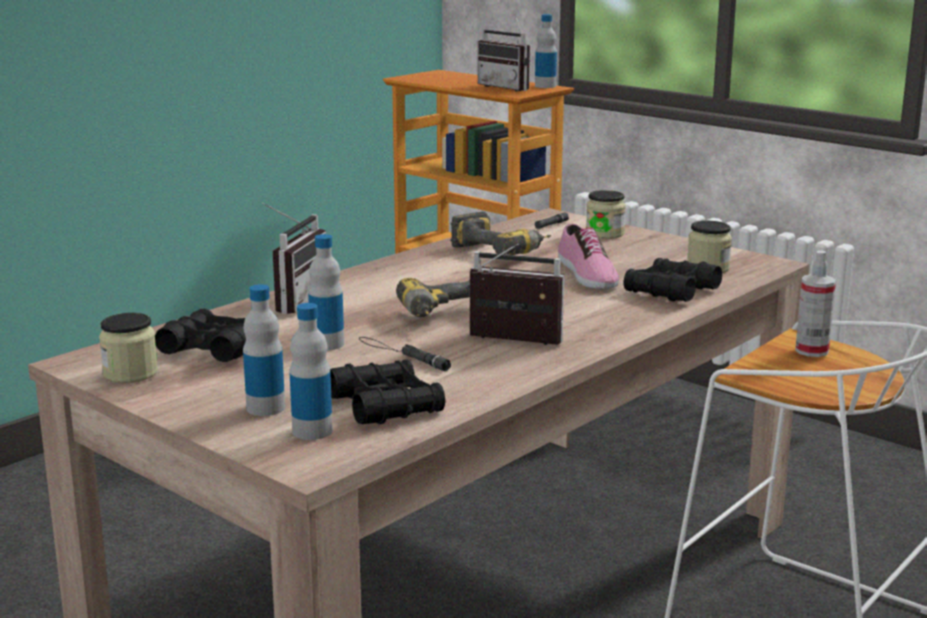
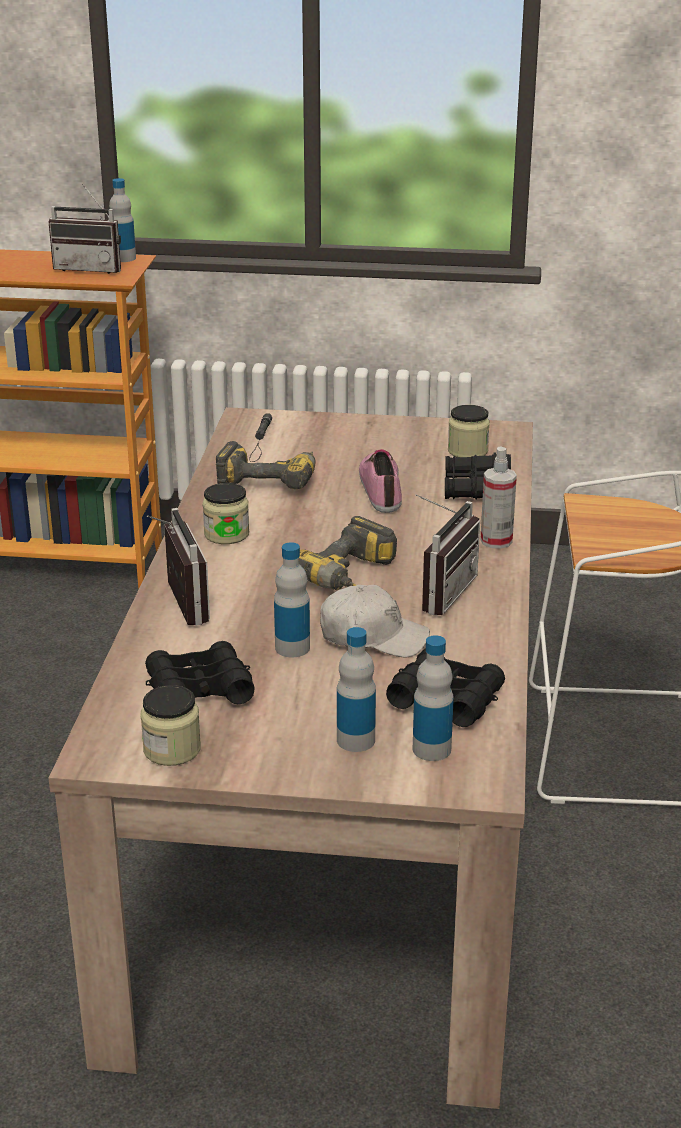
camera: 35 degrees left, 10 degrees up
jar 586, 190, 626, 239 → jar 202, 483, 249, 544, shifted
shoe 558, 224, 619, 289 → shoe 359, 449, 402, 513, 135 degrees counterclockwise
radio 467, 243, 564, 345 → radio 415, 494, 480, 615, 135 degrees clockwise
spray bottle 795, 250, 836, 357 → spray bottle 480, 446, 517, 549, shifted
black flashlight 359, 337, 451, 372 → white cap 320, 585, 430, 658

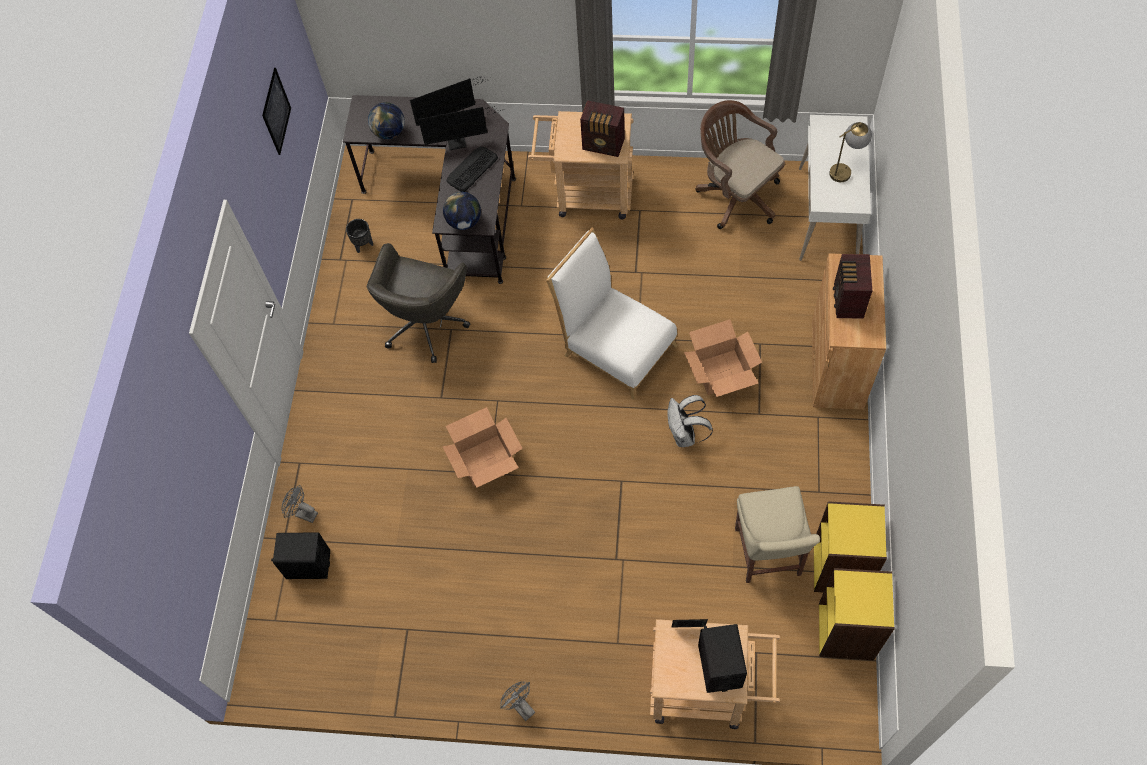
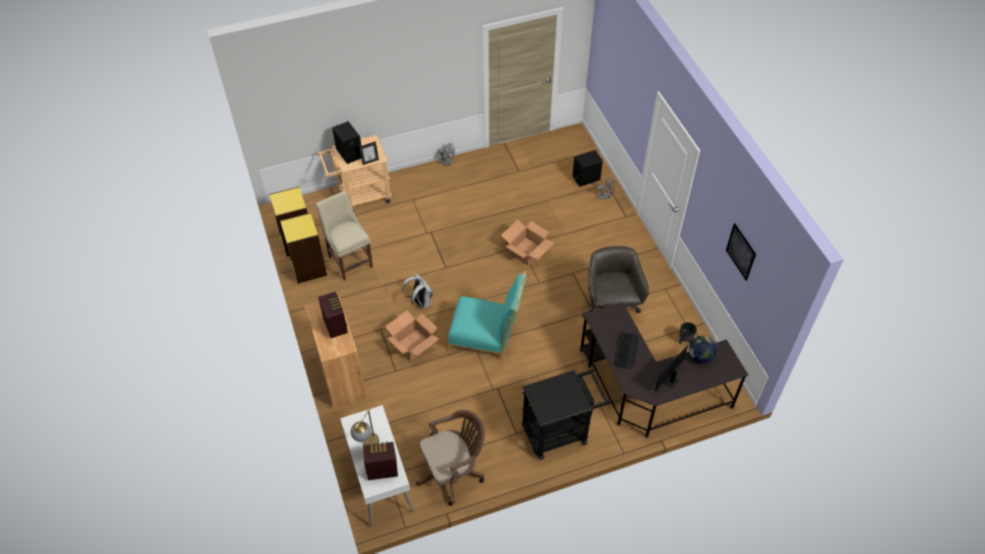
camera: 150 degrees right, 10 degrees down
radio 580, 100, 625, 157 → radio 363, 442, 398, 480, shifted
brown office chair 695, 100, 785, 229 → brown office chair 416, 410, 485, 506, 45 degrees counterclockwise
monitor 418, 106, 504, 150 → -
beige cart 528, 111, 633, 220 → black cart 522, 369, 610, 460
globe 443, 192, 481, 230 → -
white chair 546, 228, 678, 400 → turquoise chair 448, 272, 526, 361

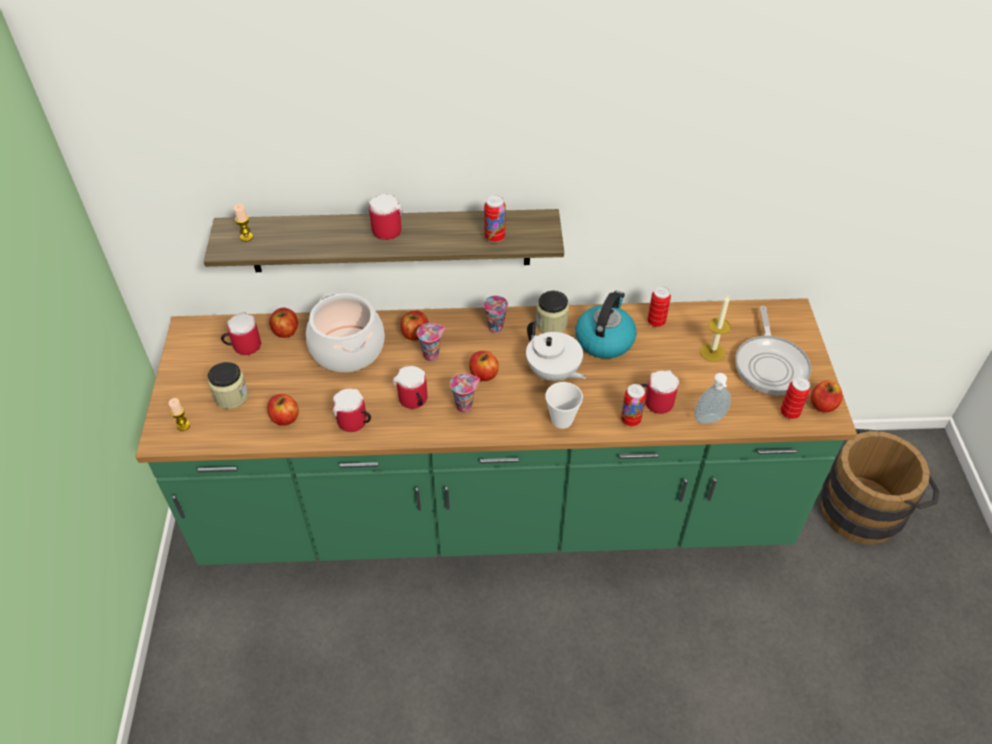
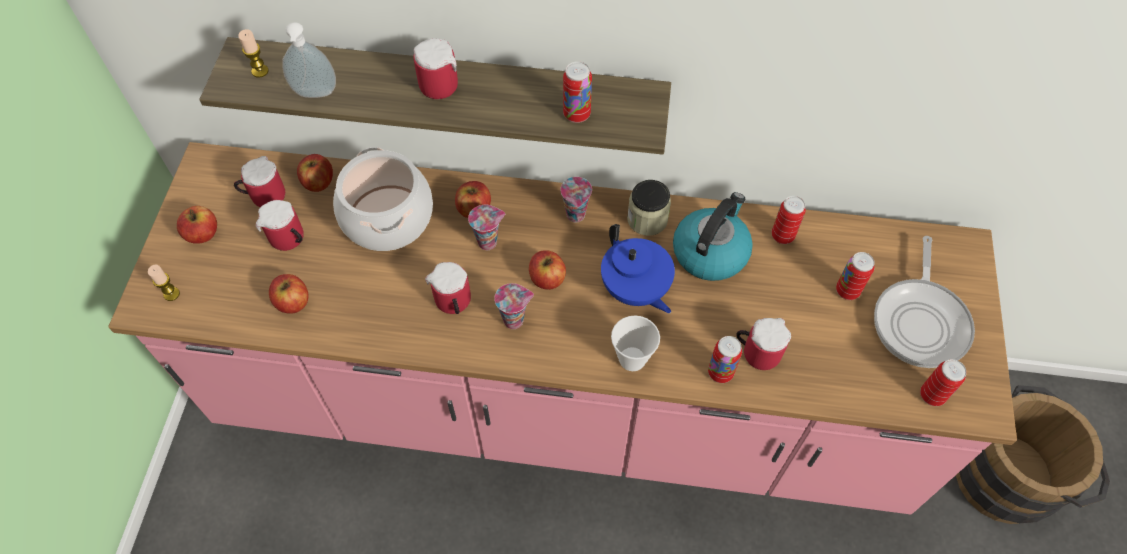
camera: 10 degrees right, 10 degrees up
candle 700, 295, 731, 362 → can 836, 252, 875, 300
green counter 135, 298, 857, 565 → pink counter 108, 142, 1017, 515
white teapot 526, 321, 586, 381 → blue teapot 601, 224, 675, 313
jar 208, 362, 249, 409 → -
soap dispenser 694, 373, 731, 424 → soap dispenser 282, 22, 336, 98, shifted
apple 811, 381, 843, 412 → apple 177, 206, 217, 244, shifted
mug 333, 389, 371, 432 → mug 255, 200, 304, 251, shifted

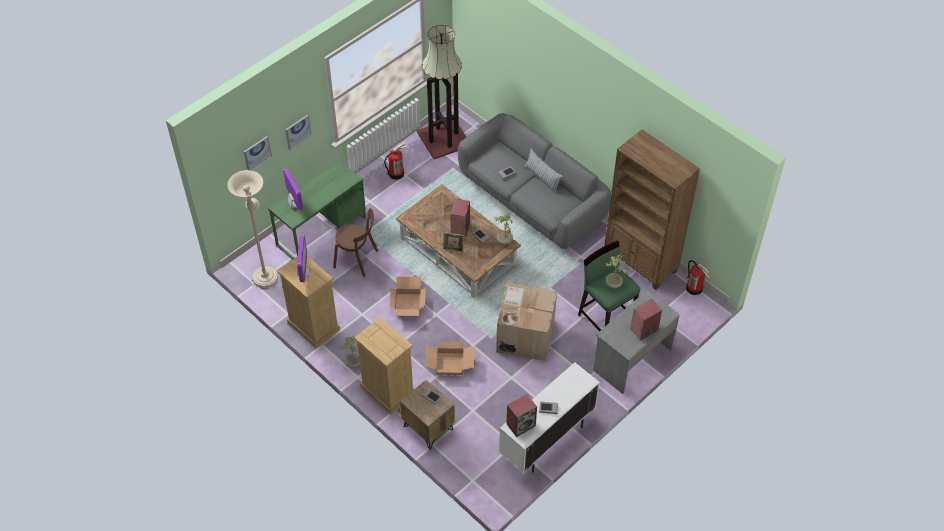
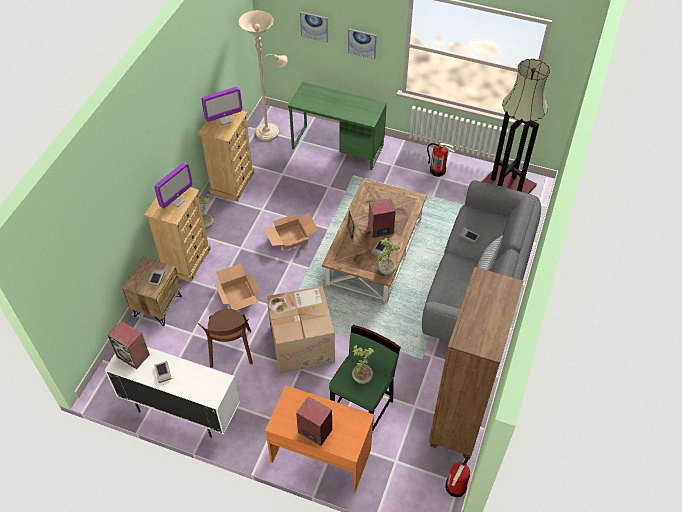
camera: 65 degrees right, 0 degrees up
monitor 283, 169, 303, 211 → monitor 154, 162, 193, 209, shifted
brown chair 333, 208, 378, 277 → brown chair 198, 309, 253, 368, shifted
grey desk 593, 290, 680, 394 → orange desk 265, 385, 374, 492

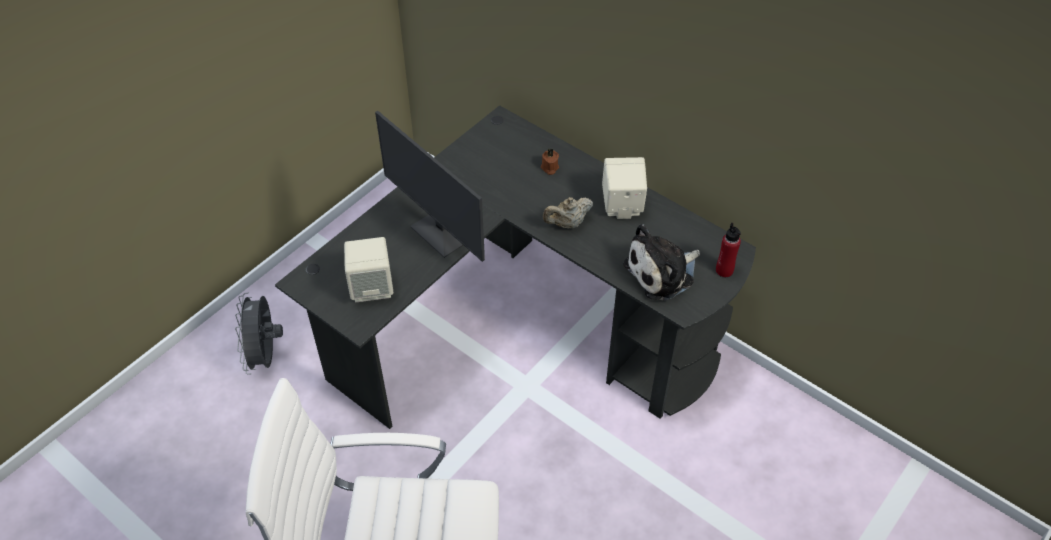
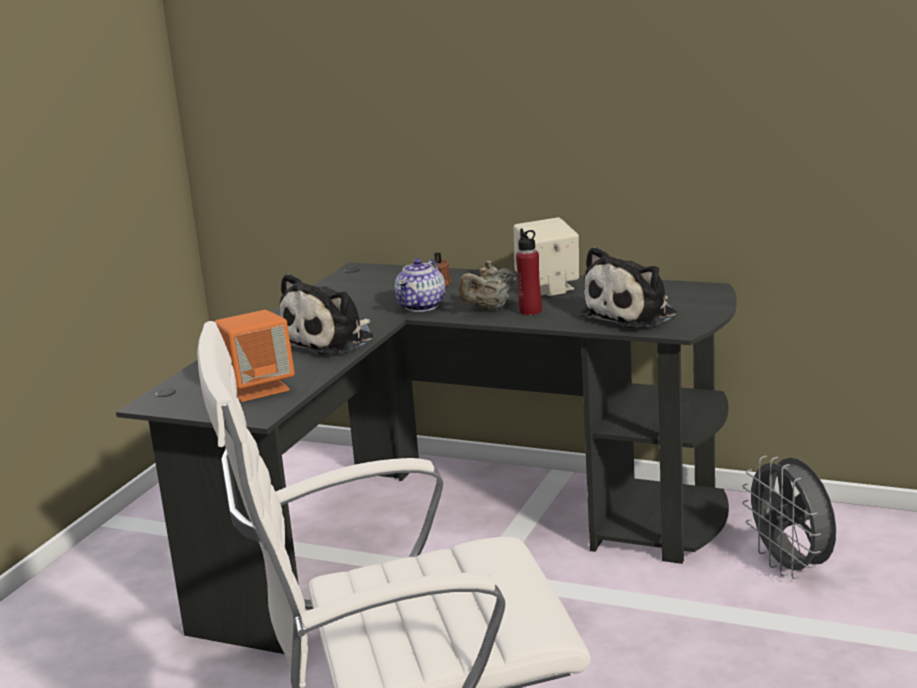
camera: 15 degrees left, 30 degrees down
monitor 375, 111, 485, 262 → plush toy 280, 273, 374, 355
red bottle 716, 223, 741, 277 → red bottle 516, 229, 542, 315, shifted
beige speaker 344, 237, 393, 302 → orange speaker 214, 310, 295, 402
grey fan 235, 292, 283, 375 → grey fan 742, 456, 836, 579, shifted
- → teapot 395, 258, 445, 312

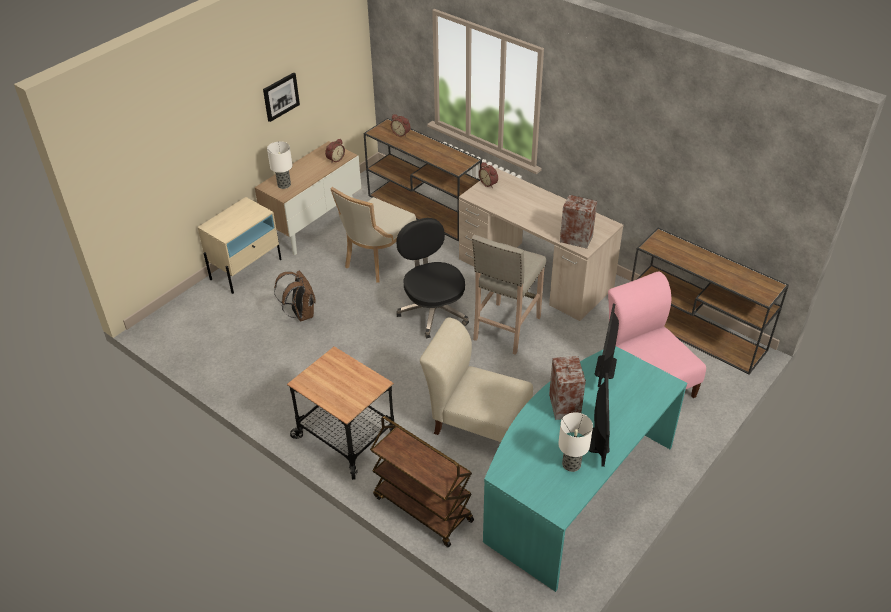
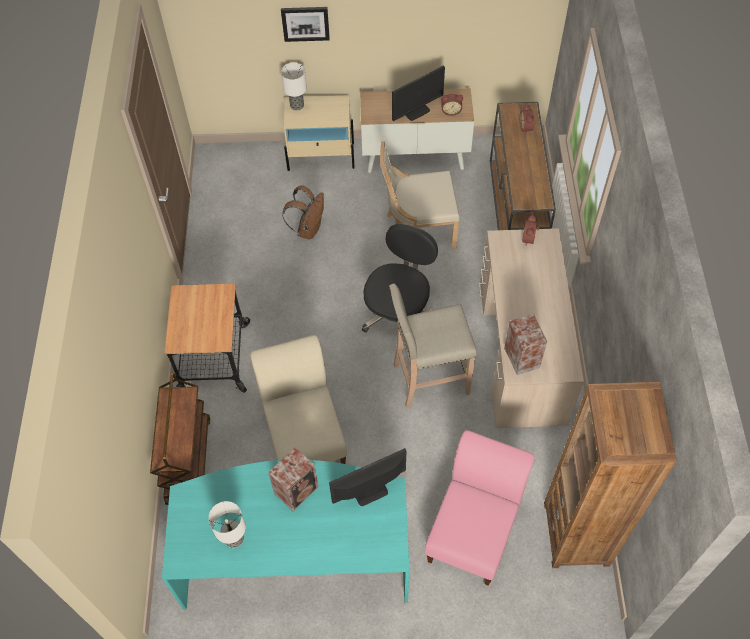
camera: 50 degrees right, 15 degrees up
picture 263, 72, 300, 122 → picture 281, 7, 330, 42, shifted
table lamp 267, 141, 293, 189 → table lamp 281, 63, 307, 111, shifted
brown console table 631, 228, 789, 375 → brown bookcase 544, 382, 677, 568
monitor 589, 373, 610, 467 → monitor 392, 66, 445, 121, shifted

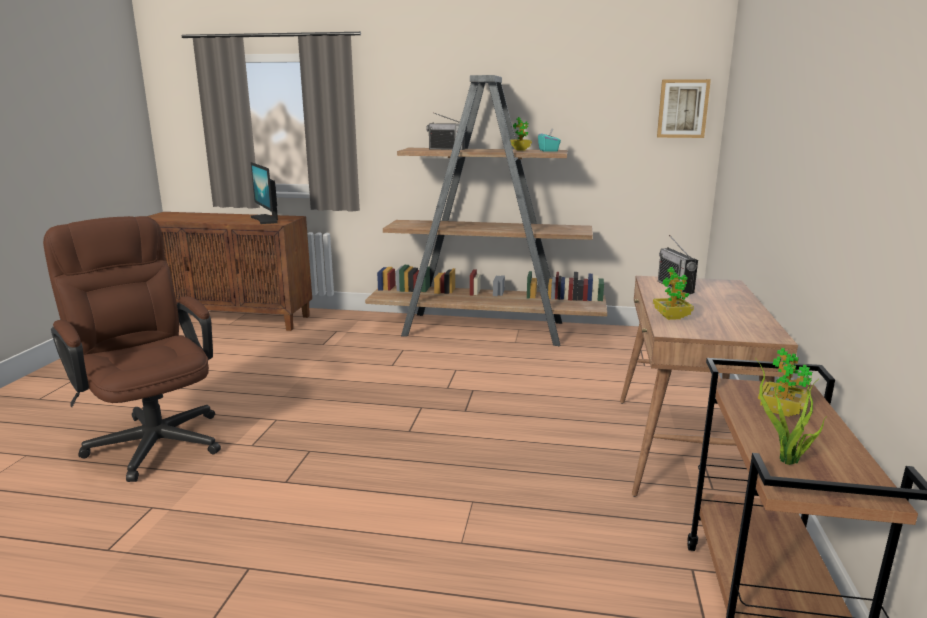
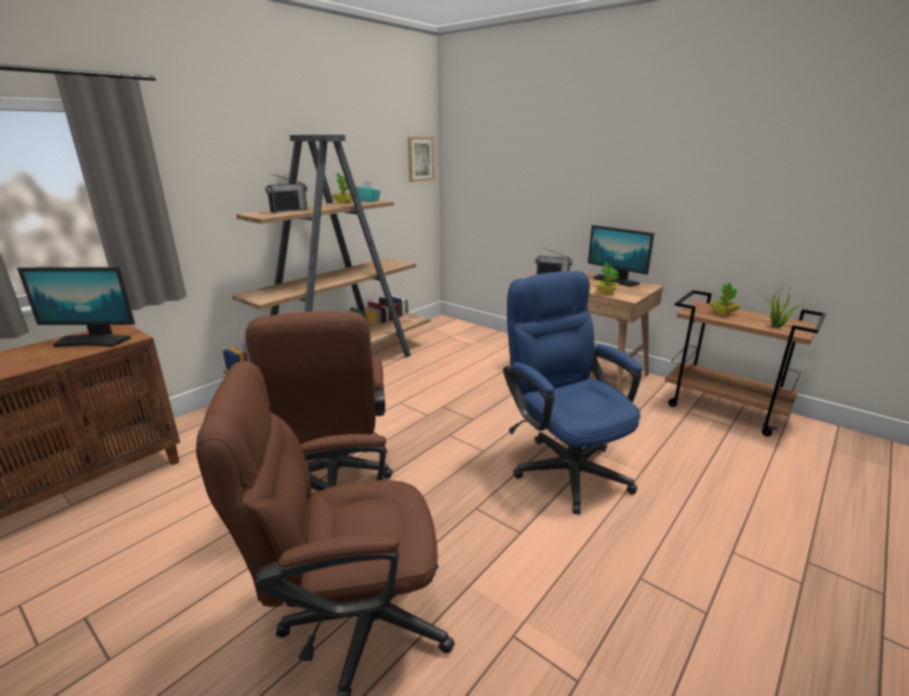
camera: 60 degrees left, 5 degrees up
- → monitor 588, 225, 654, 287
- → blue office chair 503, 271, 642, 515
- → brown office chair 245, 311, 393, 486

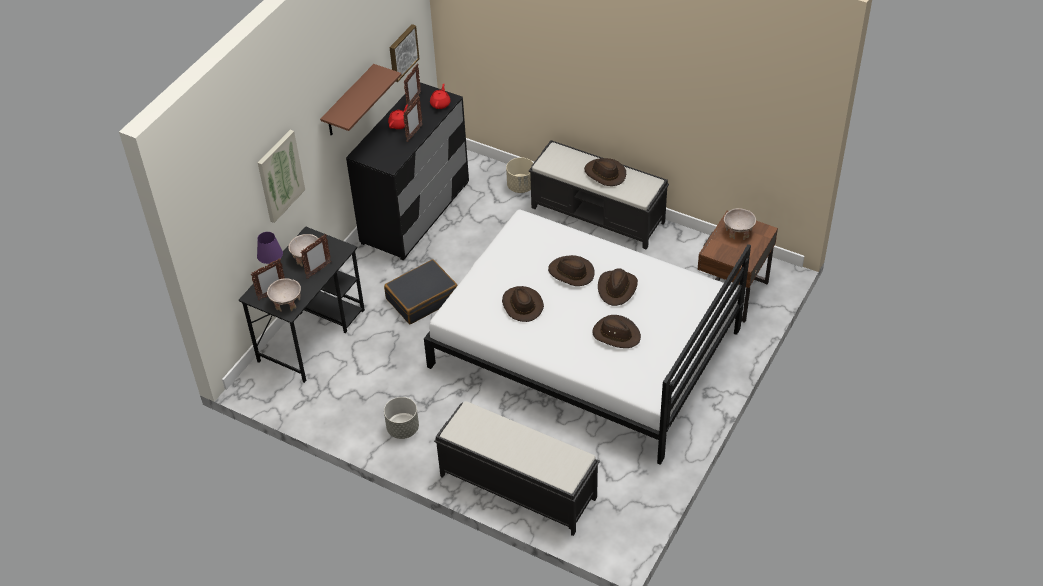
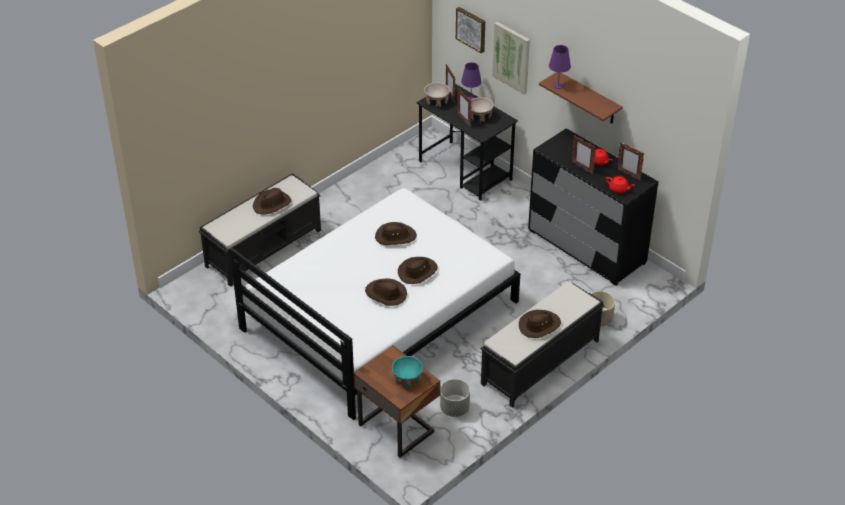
camera: 105 degrees right, 5 degrees down
picture 389, 24, 419, 82 → picture 456, 7, 485, 53, shifted
beige bowl 724, 208, 756, 240 → turquoise bowl 392, 356, 423, 388
black suitcase 384, 259, 458, 324 → -
brown hat 592, 315, 641, 348 → brown hat 253, 188, 291, 215, shifted
grey planter 384, 397, 419, 439 → grey planter 440, 379, 470, 417, shifted
- → purple table lamp 549, 45, 571, 89

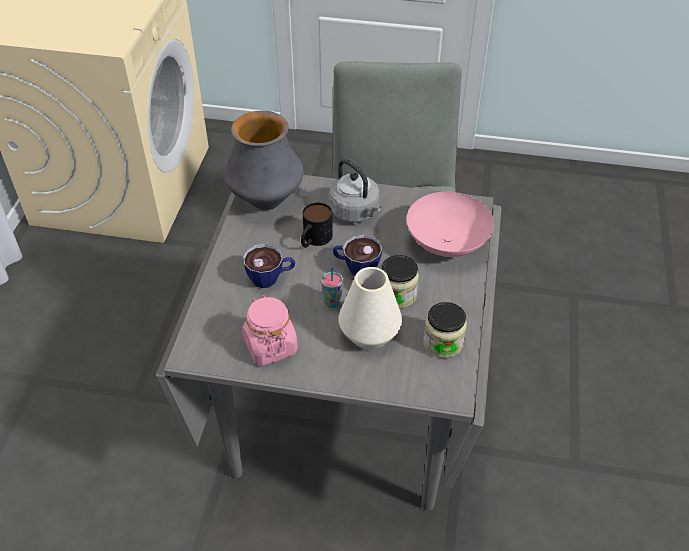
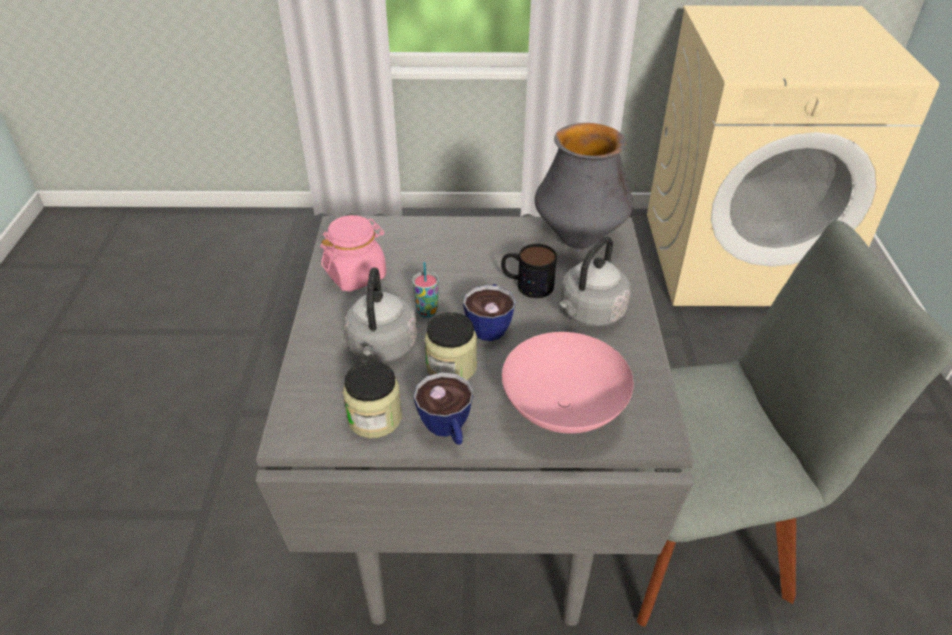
camera: 80 degrees right, 5 degrees down
cup 243, 244, 295, 288 → cup 414, 372, 473, 445, shifted
white vase 339, 267, 402, 350 → grey kettle 344, 267, 417, 362

